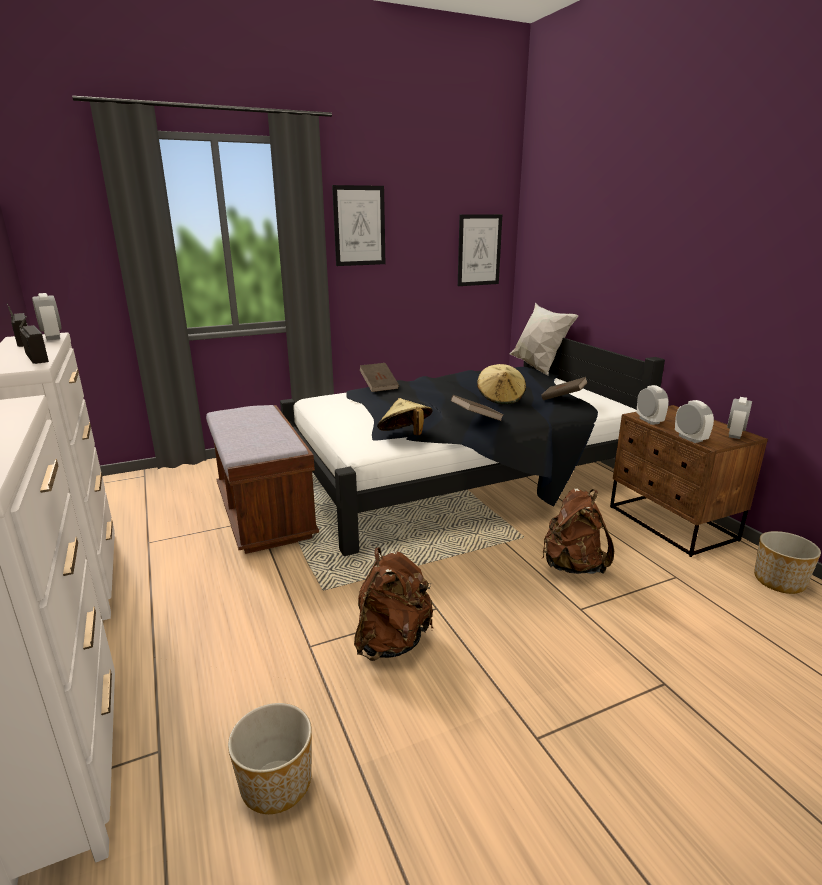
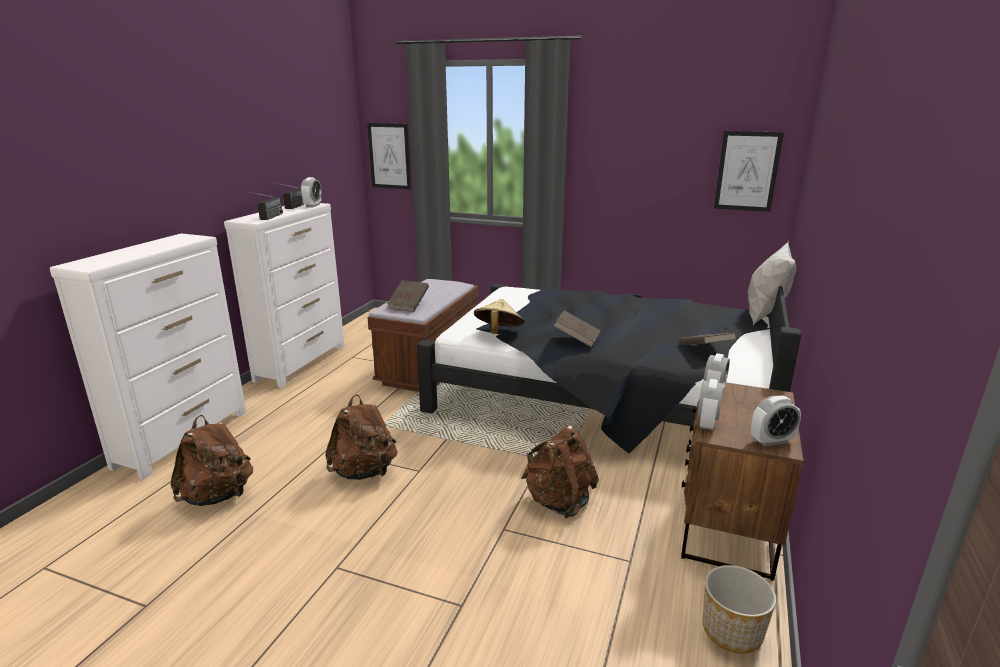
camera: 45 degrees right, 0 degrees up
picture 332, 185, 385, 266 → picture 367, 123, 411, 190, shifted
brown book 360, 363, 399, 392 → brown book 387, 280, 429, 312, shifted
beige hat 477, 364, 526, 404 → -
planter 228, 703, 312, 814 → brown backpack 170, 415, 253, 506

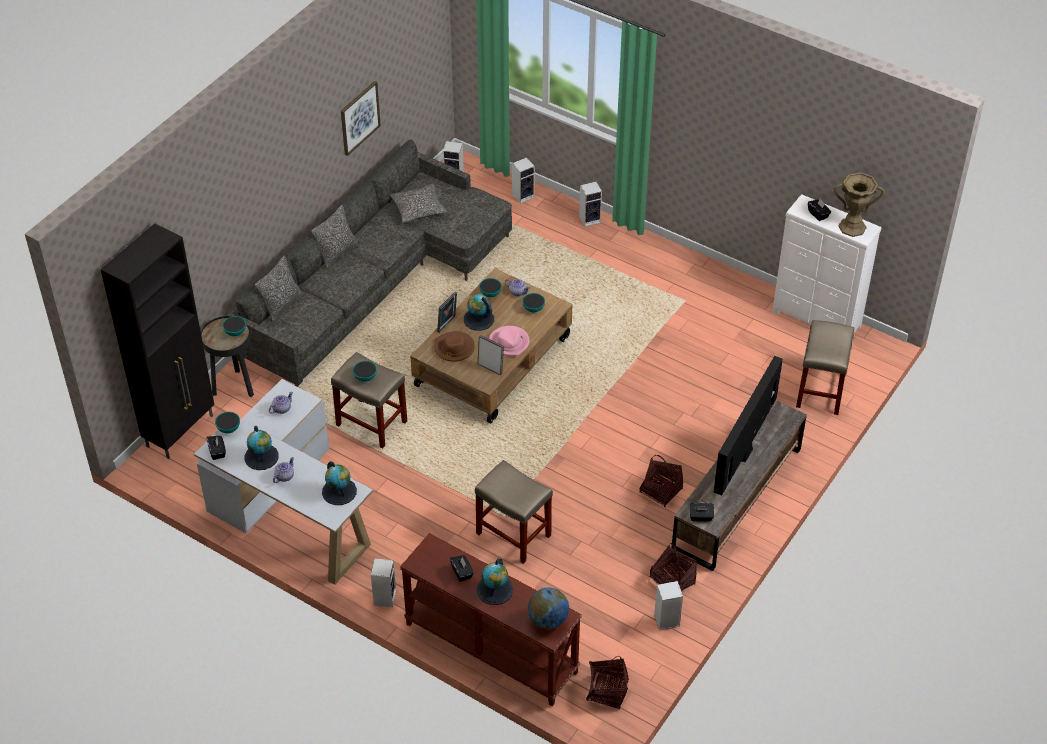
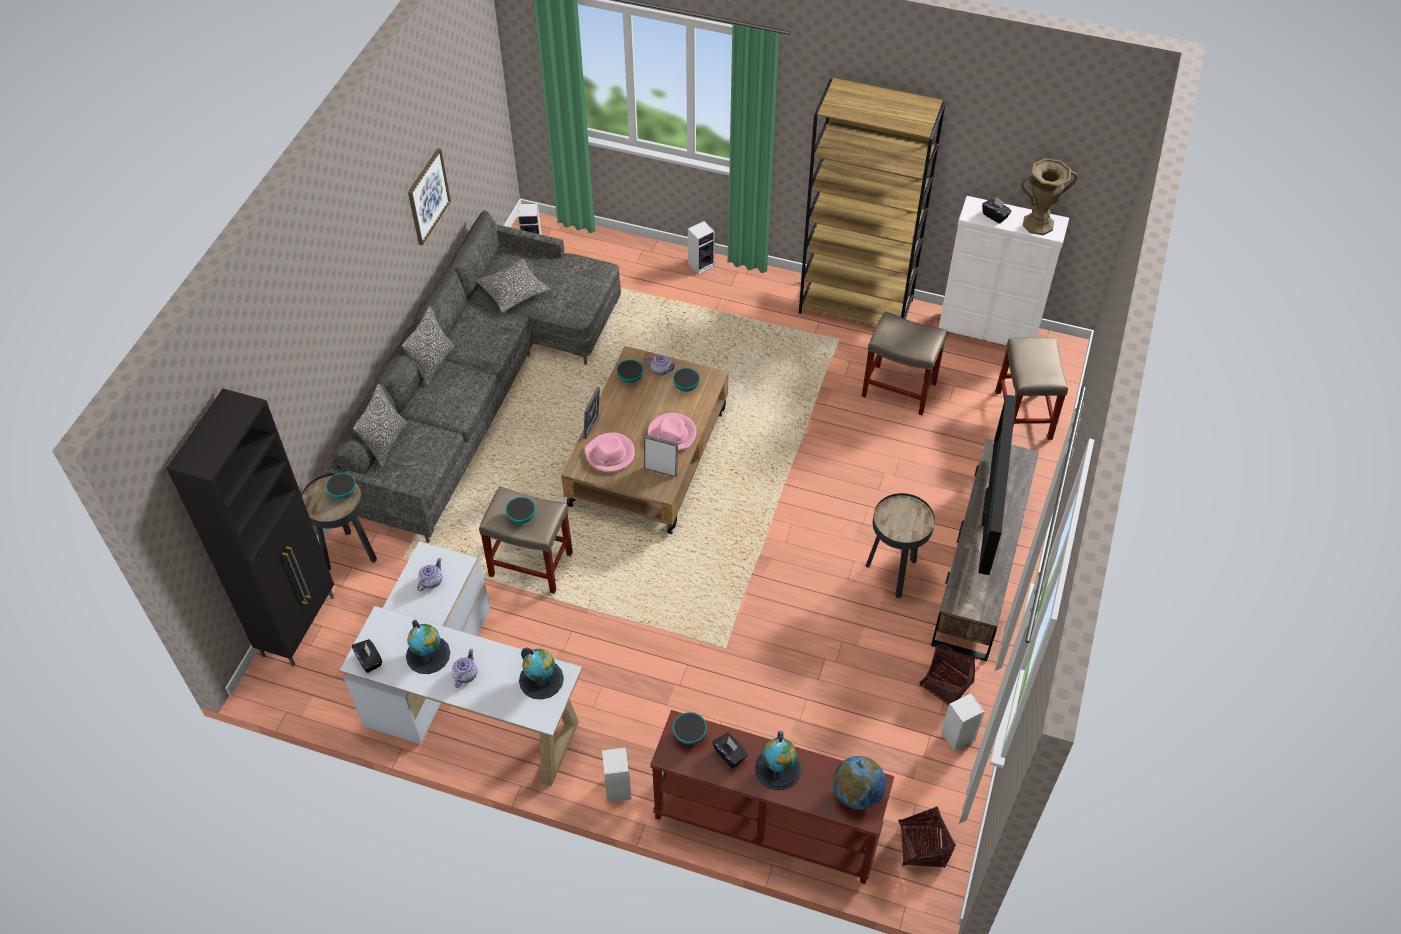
camera: 15 degrees left, 5 degrees up
speaker 512, 157, 535, 204 → -
globe 464, 294, 494, 331 → -
brown hat 434, 331, 475, 362 → pink hat 585, 433, 635, 472
bowl 215, 412, 240, 434 → bowl 673, 712, 707, 745, shifted
basket 639, 455, 683, 507 → black side table 865, 493, 935, 598
beige stool 475, 460, 553, 564 → beige stool 862, 311, 948, 415, shifted
black tissue box 689, 502, 714, 522 → -
- → brown bookcase 799, 78, 946, 326

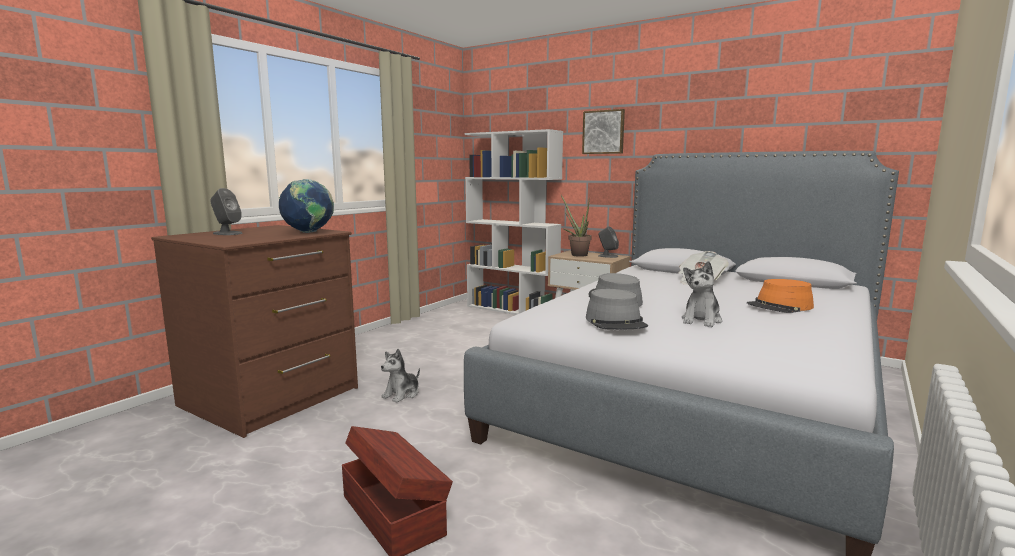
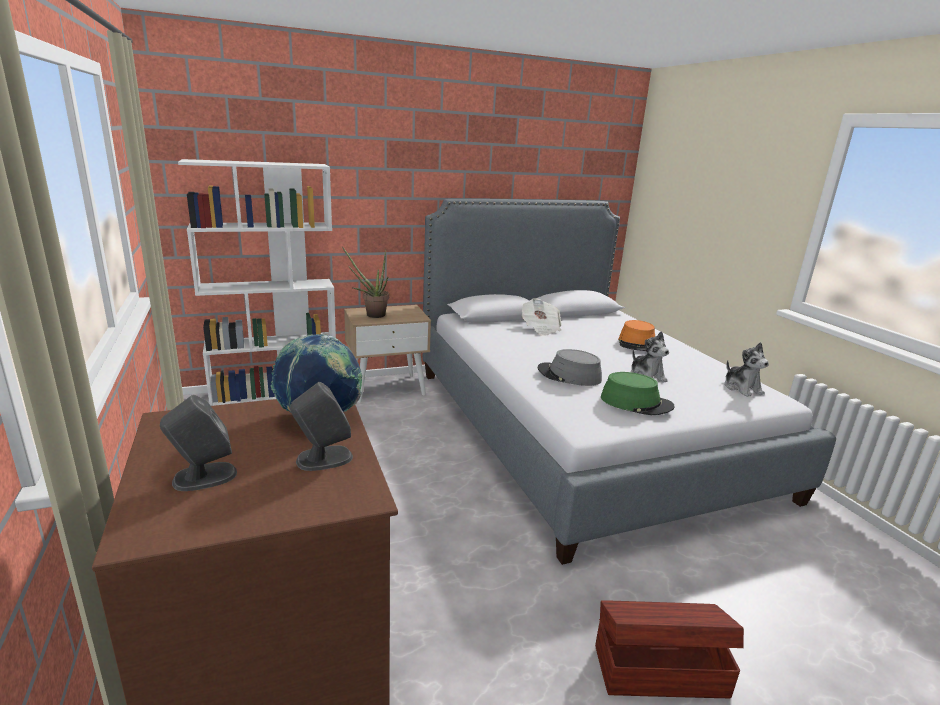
camera: 55 degrees left, 10 degrees up
picture 582, 109, 625, 154 → -
grey speaker 598, 226, 619, 258 → grey speaker 290, 382, 353, 471, shifted
grey hat 586, 289, 648, 329 → green hat 601, 372, 675, 415
plush toy 381, 349, 420, 403 → plush toy 725, 342, 769, 397, shifted

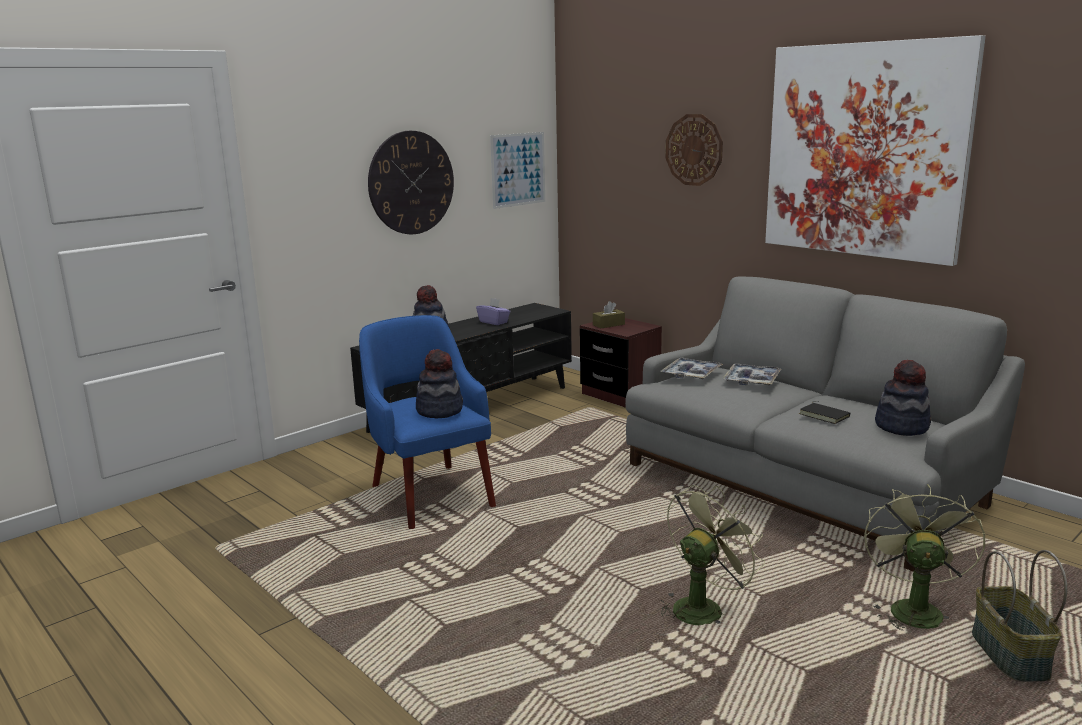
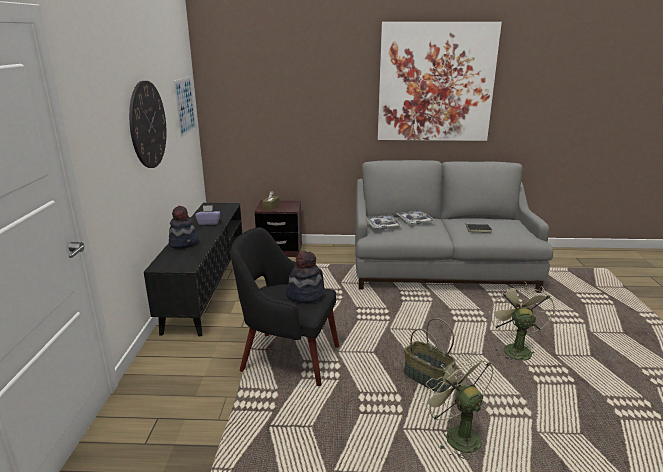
camera: 45 degrees left, 5 degrees up
wall clock 666, 114, 723, 186 → -
blue armchair 359, 315, 496, 529 → black armchair 231, 227, 339, 386
hat 875, 359, 931, 436 → -
green fan 864, 484, 985, 630 → green fan 422, 352, 493, 460, shifted
basket 972, 550, 1067, 682 → basket 404, 318, 456, 393, shifted

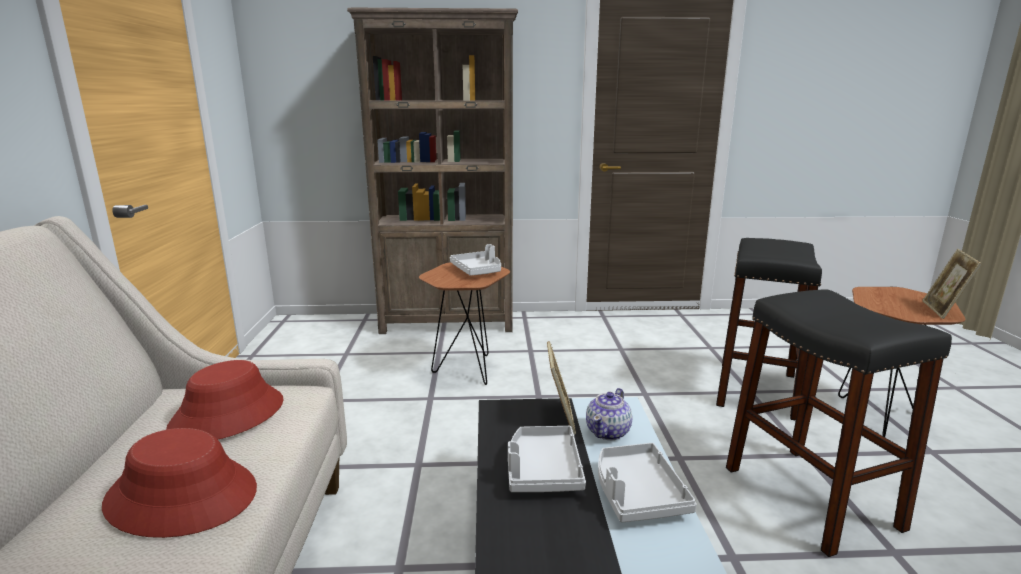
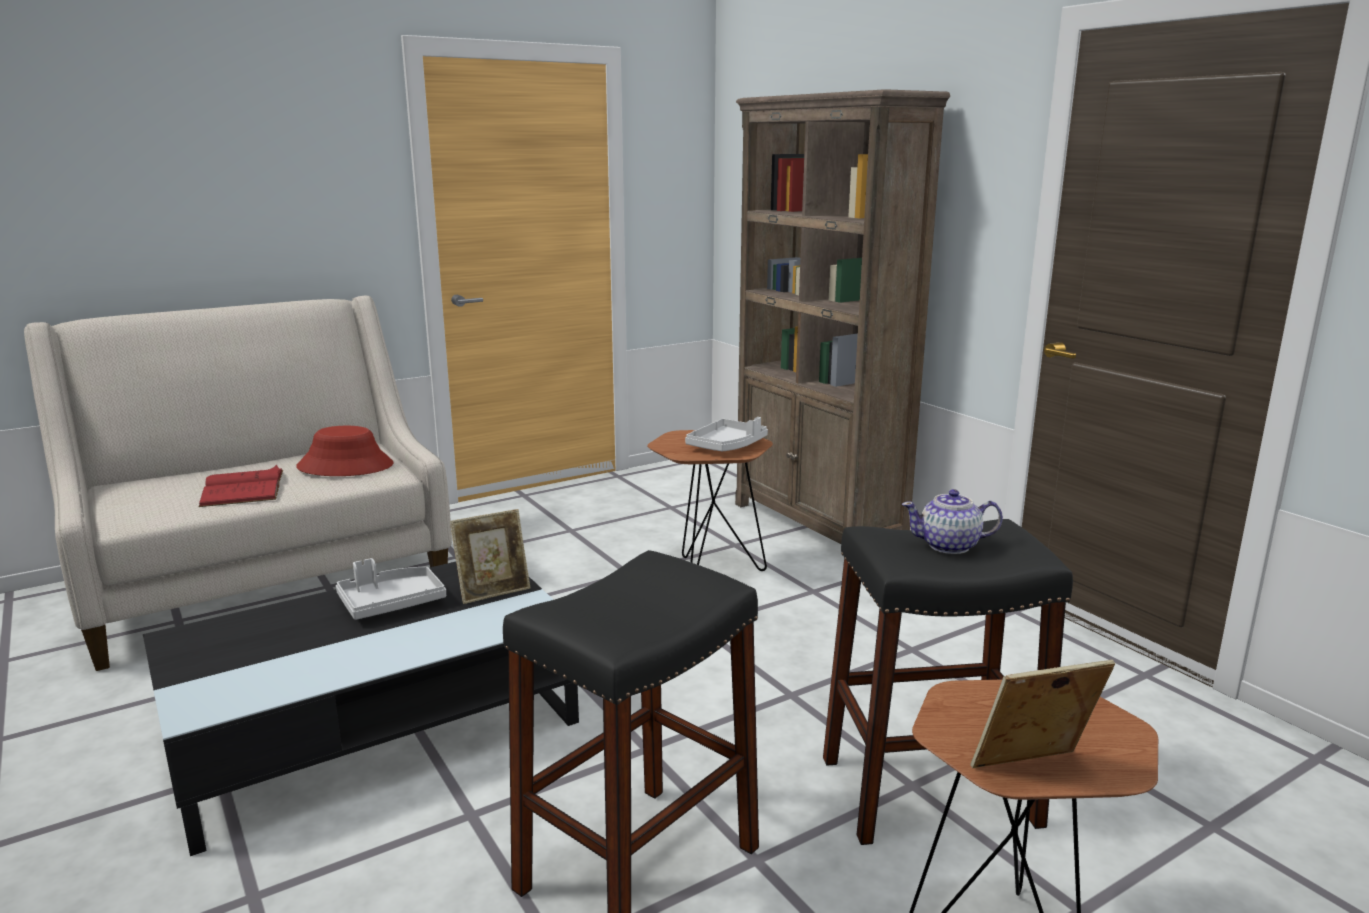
camera: 60 degrees right, 0 degrees up
teapot 586, 388, 632, 440 → teapot 902, 489, 1003, 554, shifted
red hat 102, 428, 257, 538 → red book 198, 465, 283, 507
grey tray 598, 443, 697, 522 → -

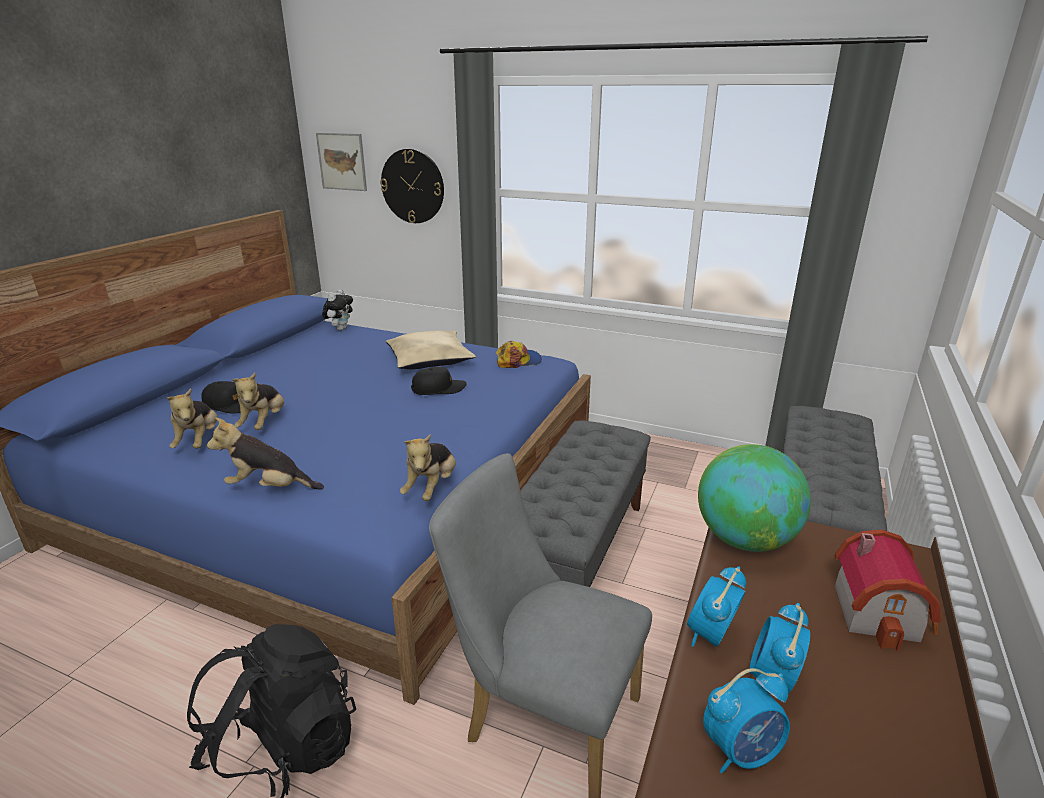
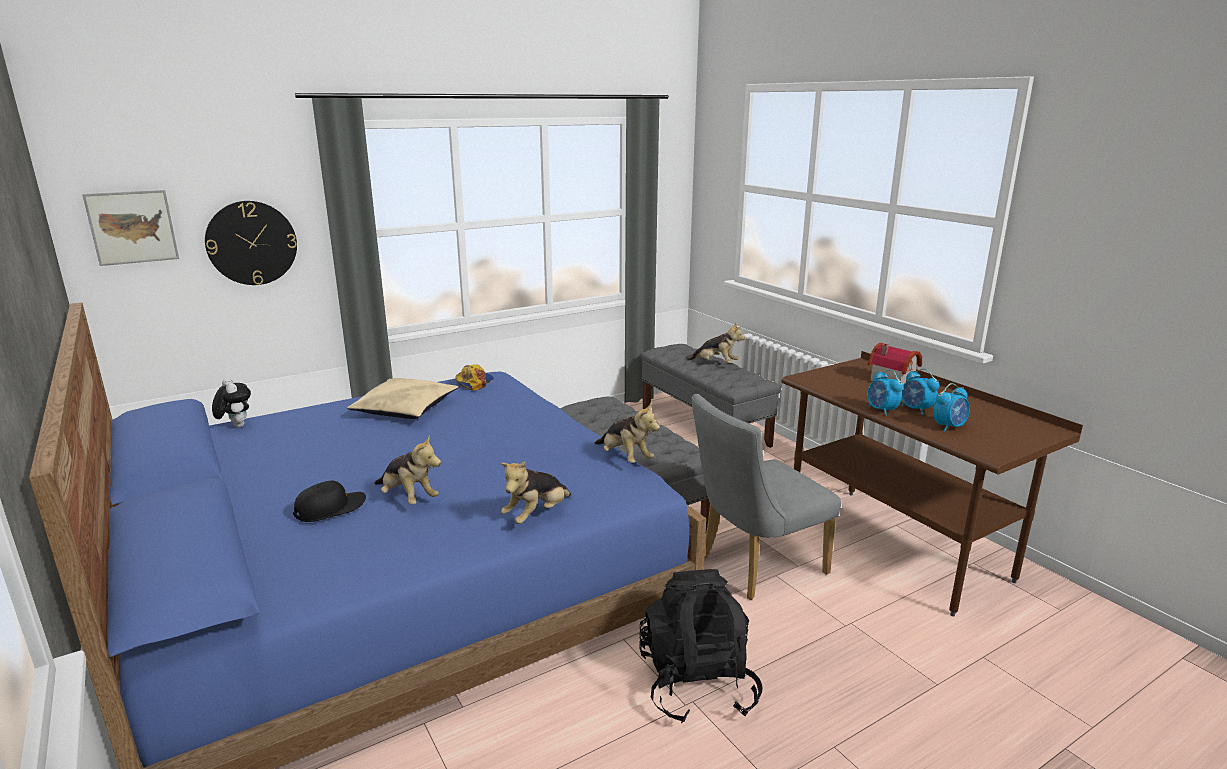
camera: 55 degrees left, 5 degrees down
black cap 411, 367, 466, 395 → -
plush toy 167, 388, 218, 449 → plush toy 687, 322, 745, 363, shifted
globe 698, 444, 811, 552 → -
alarm clock 703, 668, 790, 774 → alarm clock 933, 383, 970, 432, 45 degrees clockwise

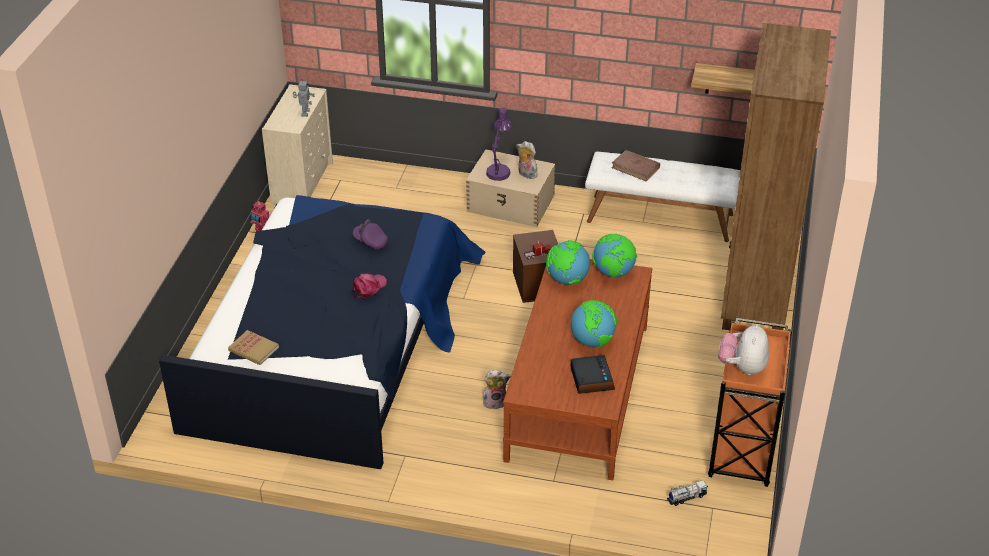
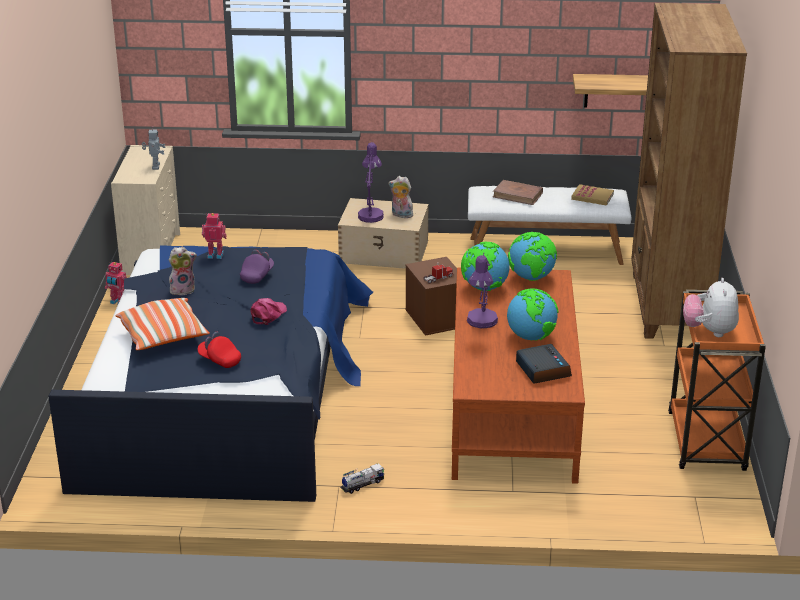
camera: 10 degrees left, 10 degrees down
purple cap 353, 219, 388, 250 → purple cap 240, 250, 274, 284, 90 degrees clockwise
book 228, 330, 279, 365 → book 571, 184, 614, 206, shifted
plush toy 483, 369, 511, 409 → plush toy 169, 246, 197, 296, shifted
toy truck 667, 480, 708, 506 → toy truck 340, 463, 384, 494, shifted
- → toy robot 202, 213, 227, 259
- → purple table lamp 467, 252, 498, 328
- → pillow 115, 298, 210, 350
- → red cap 198, 332, 241, 368

